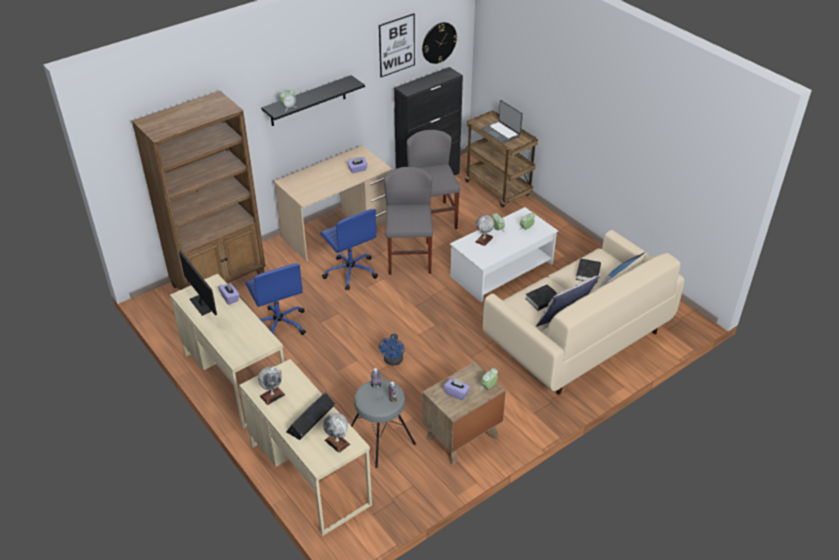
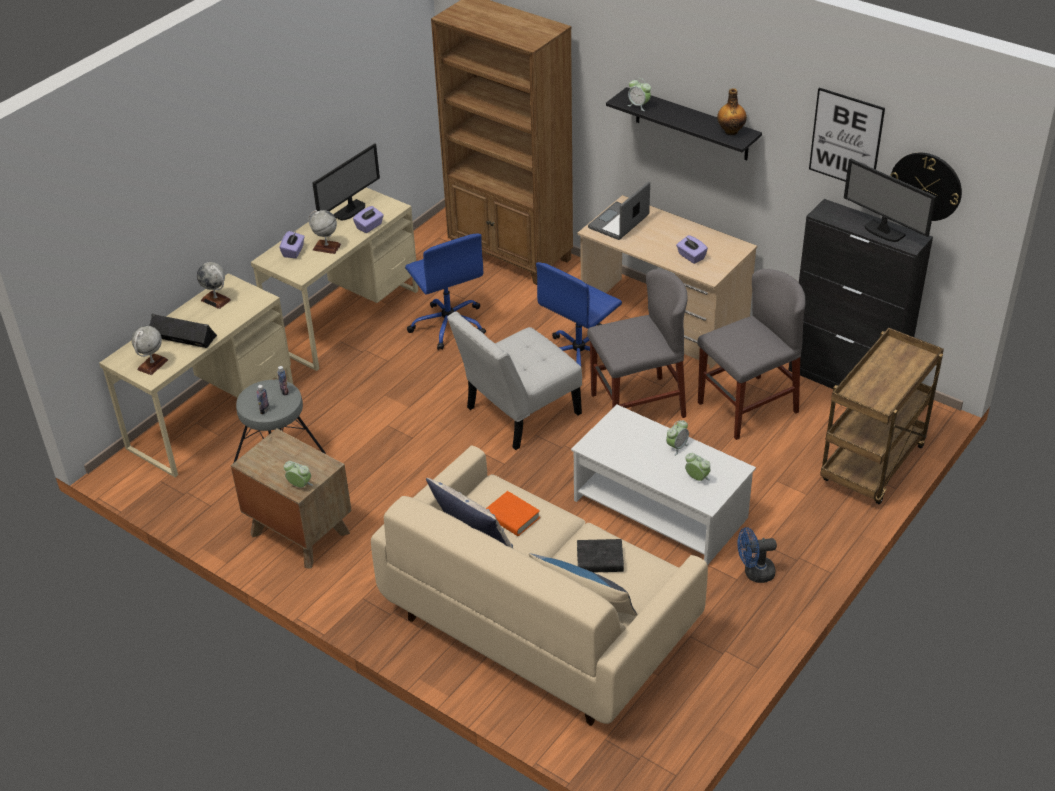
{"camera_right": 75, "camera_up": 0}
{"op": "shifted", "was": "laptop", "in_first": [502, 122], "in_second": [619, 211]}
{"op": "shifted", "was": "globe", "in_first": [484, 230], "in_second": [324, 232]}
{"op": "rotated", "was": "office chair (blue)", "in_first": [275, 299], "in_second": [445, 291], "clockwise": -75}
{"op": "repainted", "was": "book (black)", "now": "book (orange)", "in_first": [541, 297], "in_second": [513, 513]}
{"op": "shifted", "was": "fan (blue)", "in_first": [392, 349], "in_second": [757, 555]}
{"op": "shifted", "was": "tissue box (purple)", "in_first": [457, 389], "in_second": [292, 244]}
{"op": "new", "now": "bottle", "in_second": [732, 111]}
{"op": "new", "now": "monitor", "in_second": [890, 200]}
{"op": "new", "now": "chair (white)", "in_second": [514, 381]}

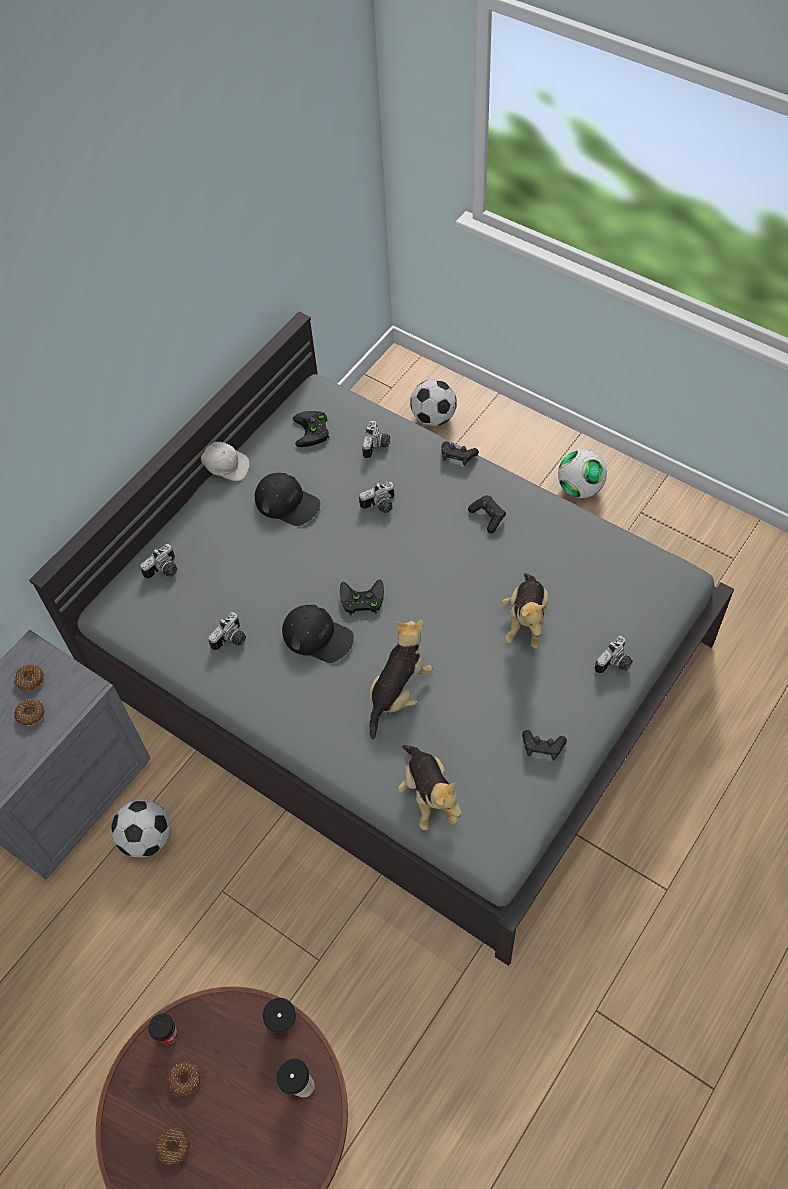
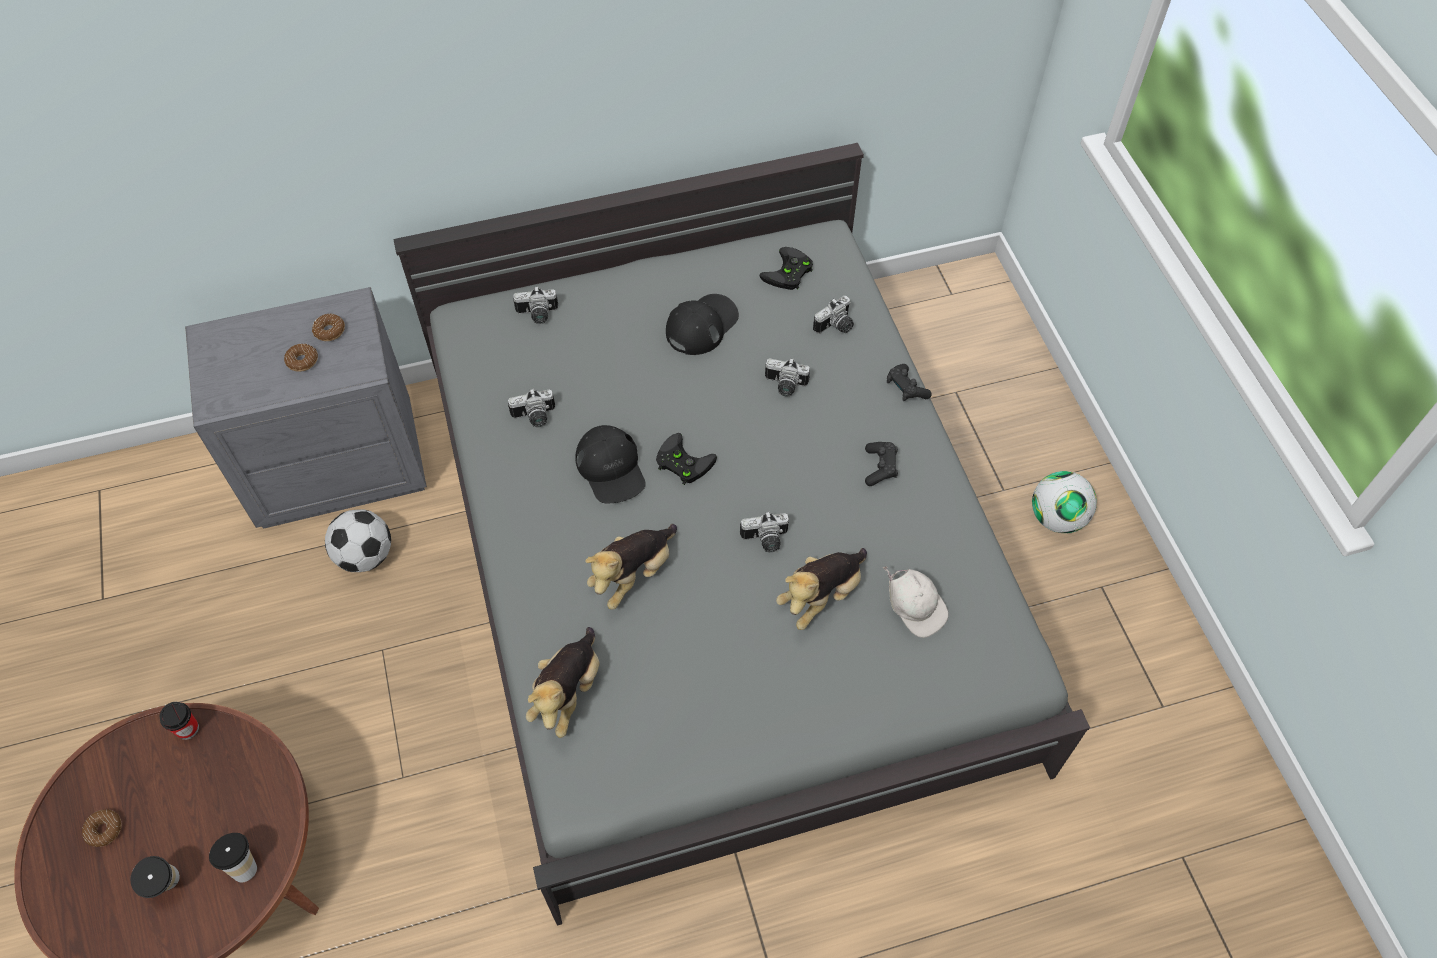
{"camera_right": 35, "camera_up": 0}
{"op": "gone", "was": "football", "in_first": [433, 402]}
{"op": "shifted", "was": "cap (white)", "in_first": [225, 461], "in_second": [915, 602]}
{"op": "rotated", "was": "cap (black)", "in_first": [287, 499], "in_second": [702, 324], "clockwise": -120}
{"op": "rotated", "was": "plush toy", "in_first": [400, 679], "in_second": [631, 566], "clockwise": 150}
{"op": "shifted", "was": "photo camera", "in_first": [614, 655], "in_second": [764, 531]}
{"op": "gone", "was": "game controller (black)", "in_first": [544, 745]}
{"op": "shifted", "was": "cup", "in_first": [279, 1015], "in_second": [155, 877]}
{"op": "gone", "was": "donut", "in_first": [184, 1078]}

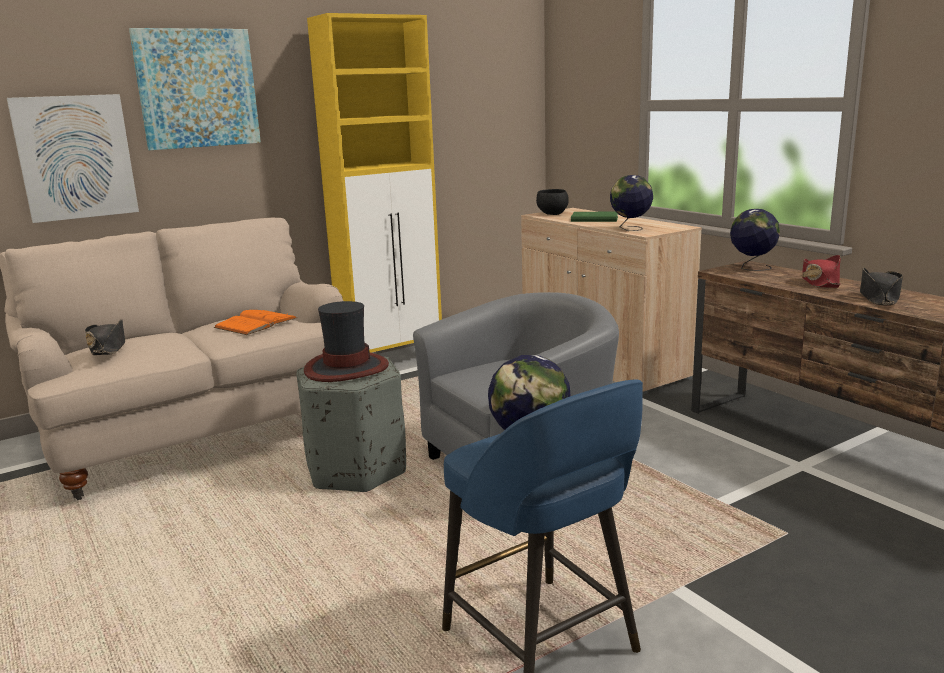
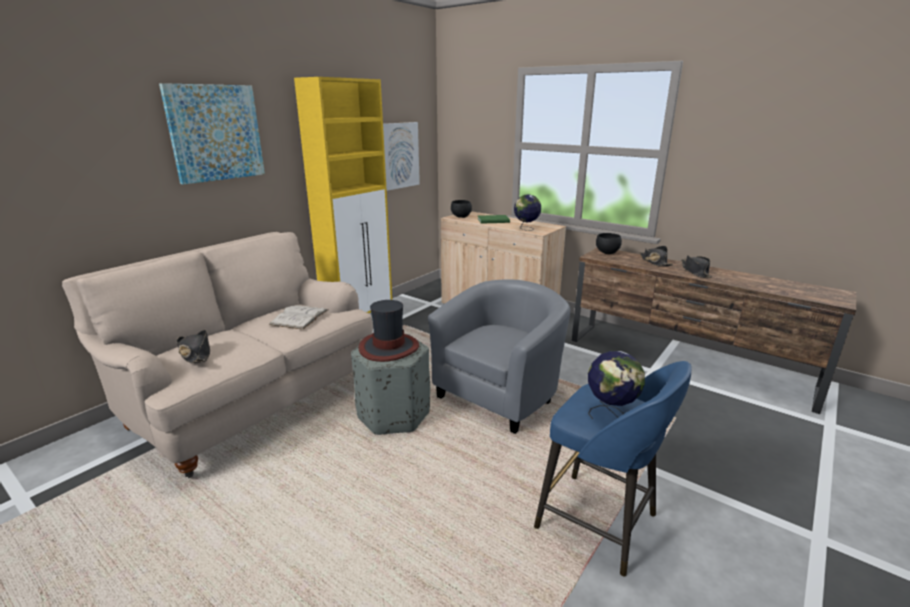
{"camera_right": -20, "camera_up": 5}
{"op": "shifted", "was": "picture", "in_first": [73, 158], "in_second": [401, 156]}
{"op": "swapped", "was": "globe", "now": "bowl (black)", "in_first": [755, 240], "in_second": [609, 243]}
{"op": "repainted", "was": "hat (red)", "now": "hat (black)", "in_first": [821, 271], "in_second": [656, 256]}
{"op": "repainted", "was": "book (orange)", "now": "book (white)", "in_first": [255, 322], "in_second": [298, 317]}

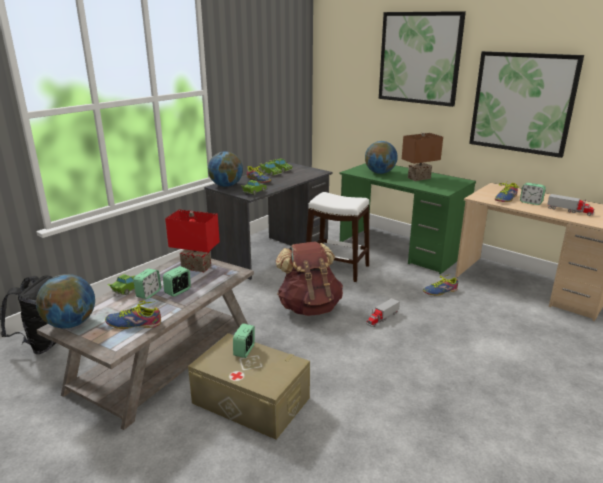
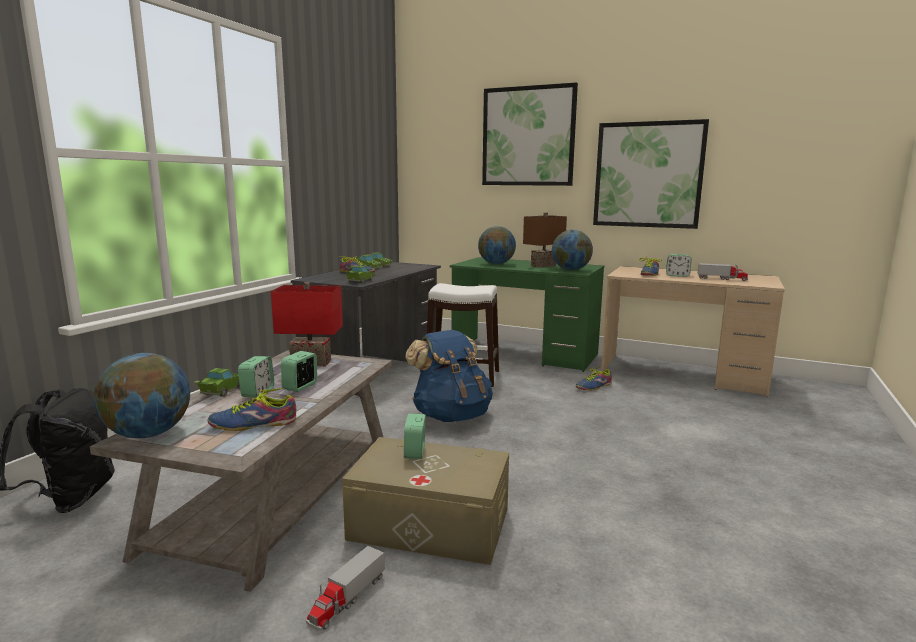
{"camera_right": -15, "camera_up": -10}
{"op": "shifted", "was": "globe", "in_first": [225, 169], "in_second": [572, 250]}
{"op": "repainted", "was": "backpack (brown)", "now": "backpack (blue)", "in_first": [309, 278], "in_second": [449, 376]}
{"op": "shifted", "was": "toy truck", "in_first": [383, 312], "in_second": [345, 588]}

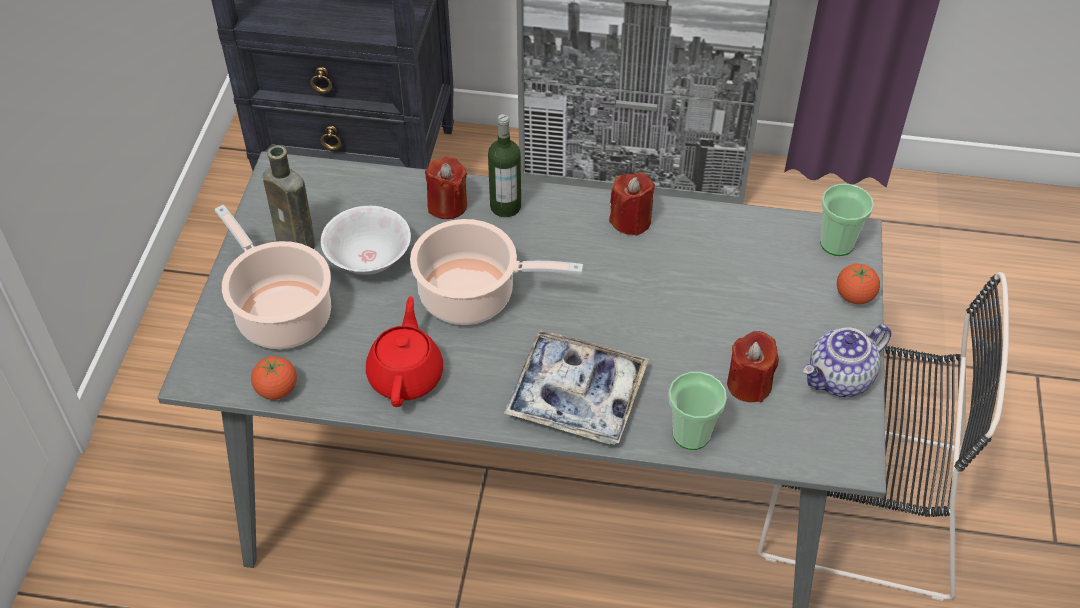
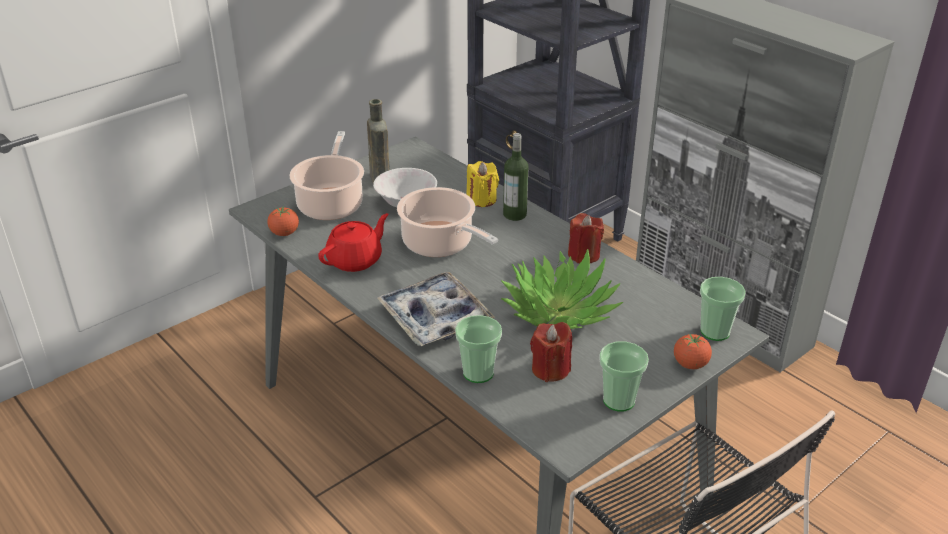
{"camera_right": 40, "camera_up": -15}
{"op": "repainted", "was": "candle (red)", "now": "candle (yellow)", "in_first": [446, 187], "in_second": [482, 184]}
{"op": "swapped", "was": "teapot", "now": "cup", "in_first": [846, 360], "in_second": [624, 376]}
{"op": "new", "now": "potted plant", "in_second": [562, 289]}

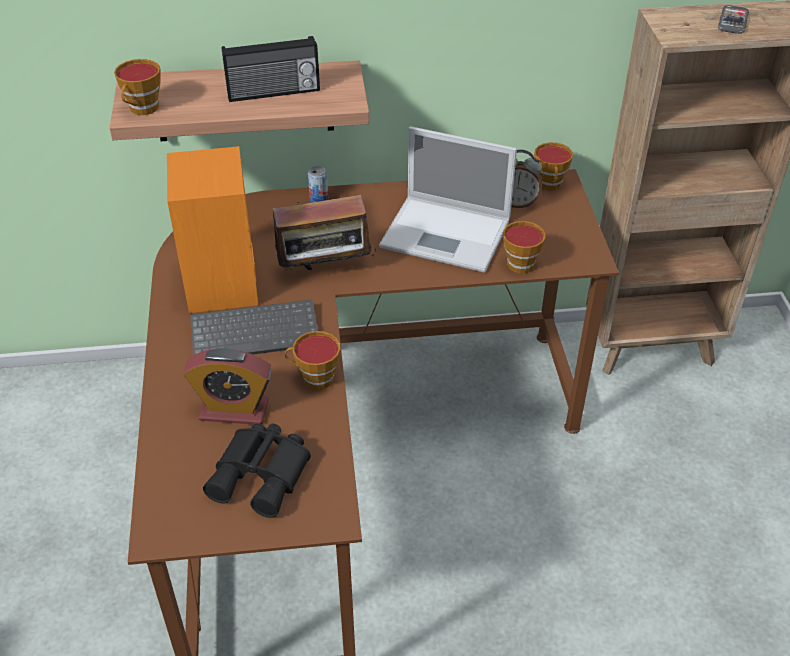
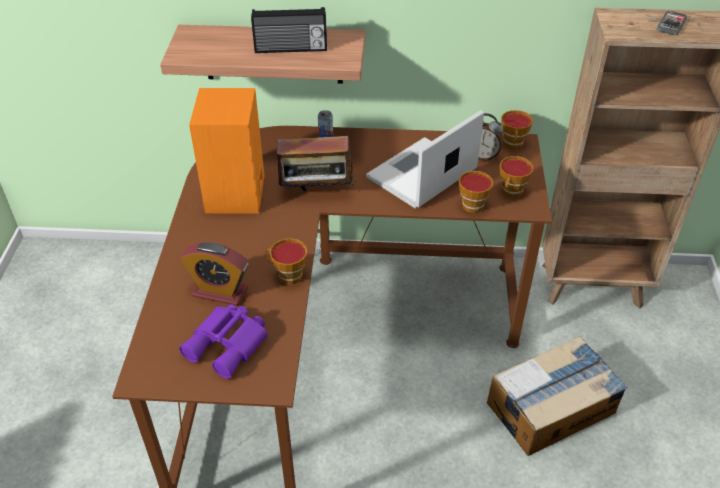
{"camera_right": 10, "camera_up": 0}
{"op": "shifted", "was": "cup", "in_first": [137, 87], "in_second": [517, 177]}
{"op": "rotated", "was": "laptop", "in_first": [448, 199], "in_second": [425, 159], "clockwise": 105}
{"op": "gone", "was": "keyboard", "in_first": [254, 327]}
{"op": "repainted", "was": "binoculars (black)", "now": "binoculars (purple)", "in_first": [257, 471], "in_second": [223, 341]}
{"op": "new", "now": "cardboard box", "in_second": [557, 396]}

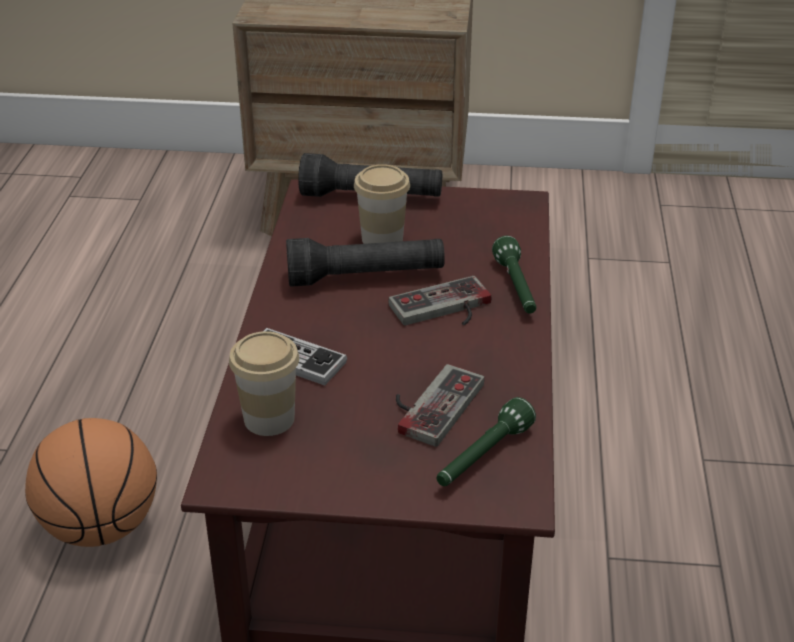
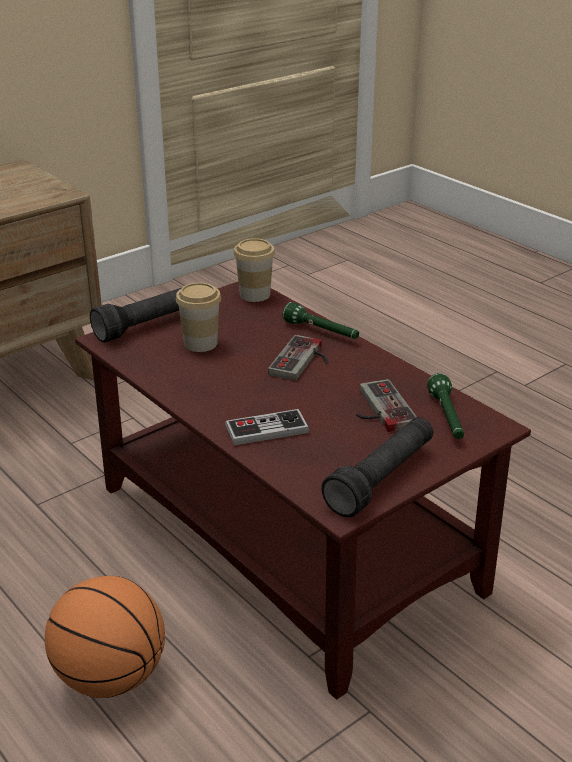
{"camera_right": -45, "camera_up": -5}
{"op": "shifted", "was": "flashlight (black)", "in_first": [365, 262], "in_second": [377, 467]}
{"op": "shifted", "was": "cup", "in_first": [264, 383], "in_second": [254, 270]}

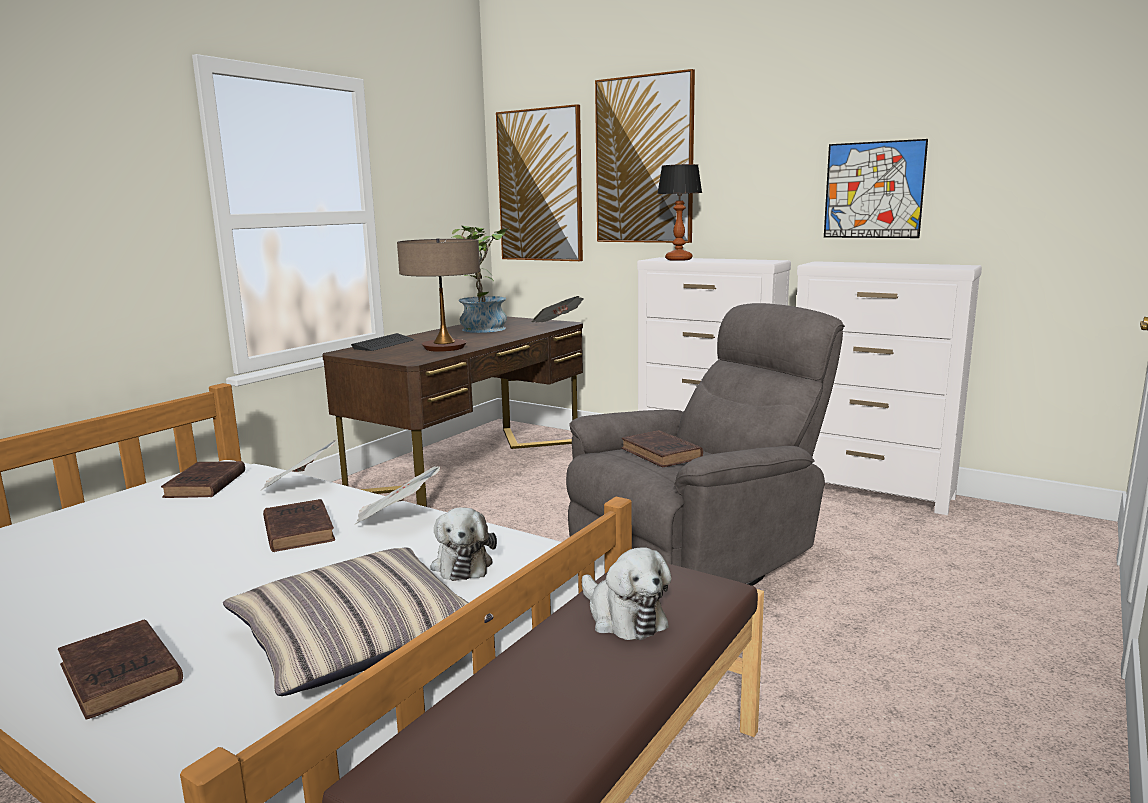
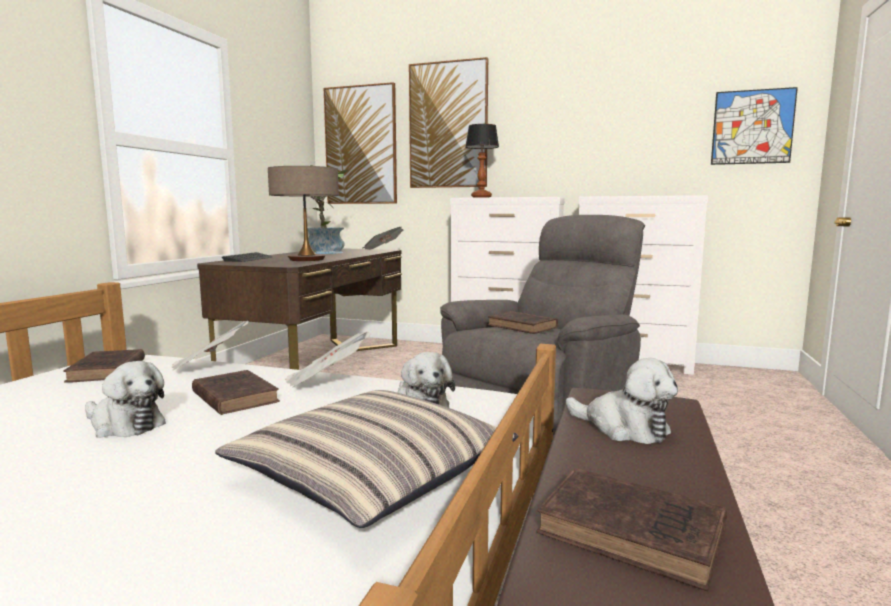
{"camera_right": -15, "camera_up": -5}
{"op": "shifted", "was": "picture", "in_first": [876, 188], "in_second": [754, 126]}
{"op": "shifted", "was": "book (brown)", "in_first": [120, 670], "in_second": [631, 530]}
{"op": "new", "now": "plush toy", "in_second": [125, 399]}

